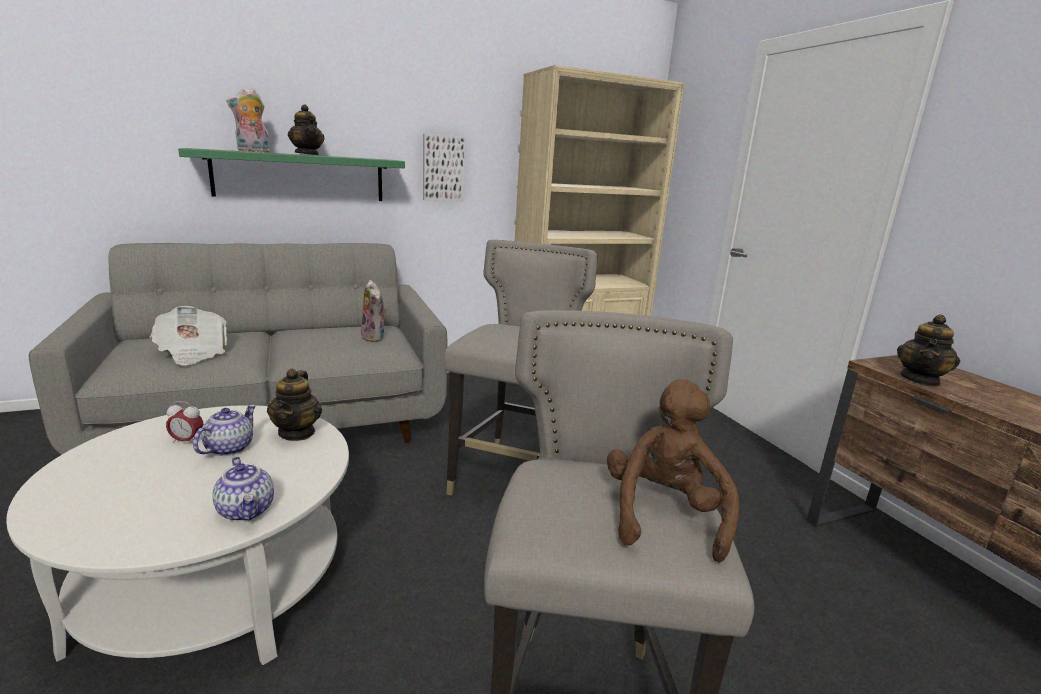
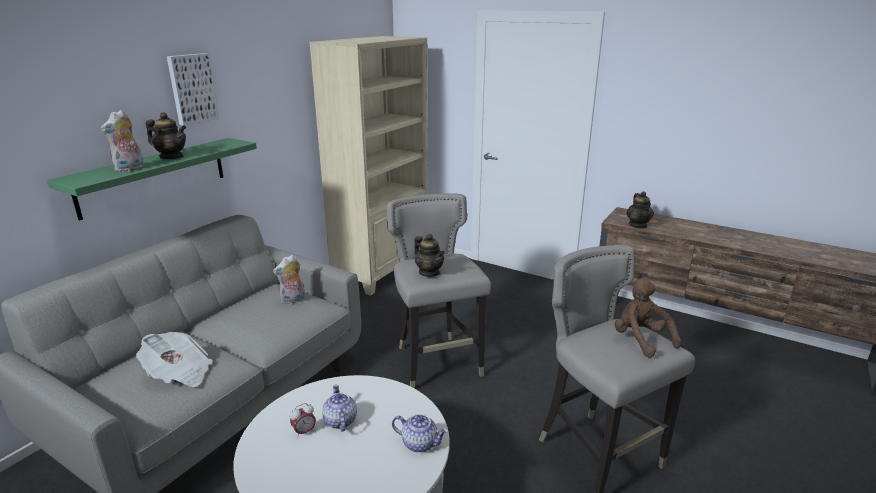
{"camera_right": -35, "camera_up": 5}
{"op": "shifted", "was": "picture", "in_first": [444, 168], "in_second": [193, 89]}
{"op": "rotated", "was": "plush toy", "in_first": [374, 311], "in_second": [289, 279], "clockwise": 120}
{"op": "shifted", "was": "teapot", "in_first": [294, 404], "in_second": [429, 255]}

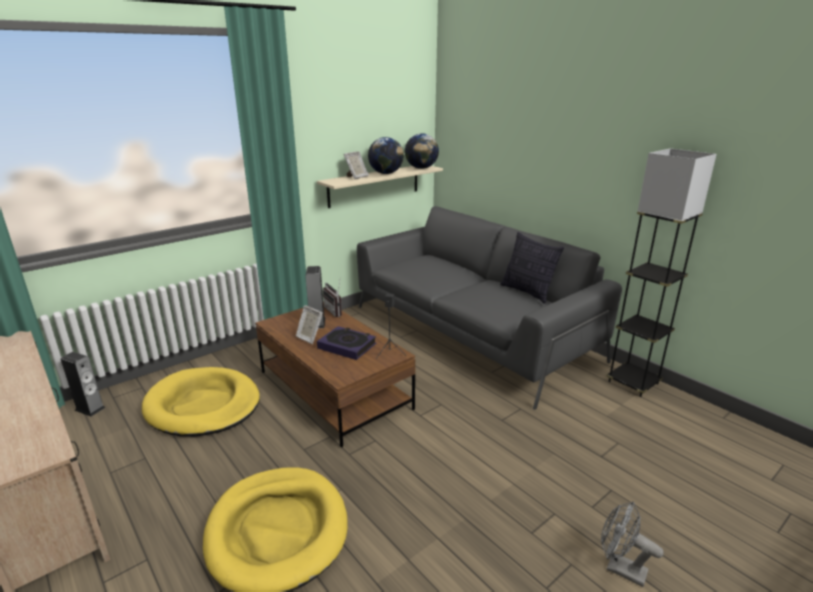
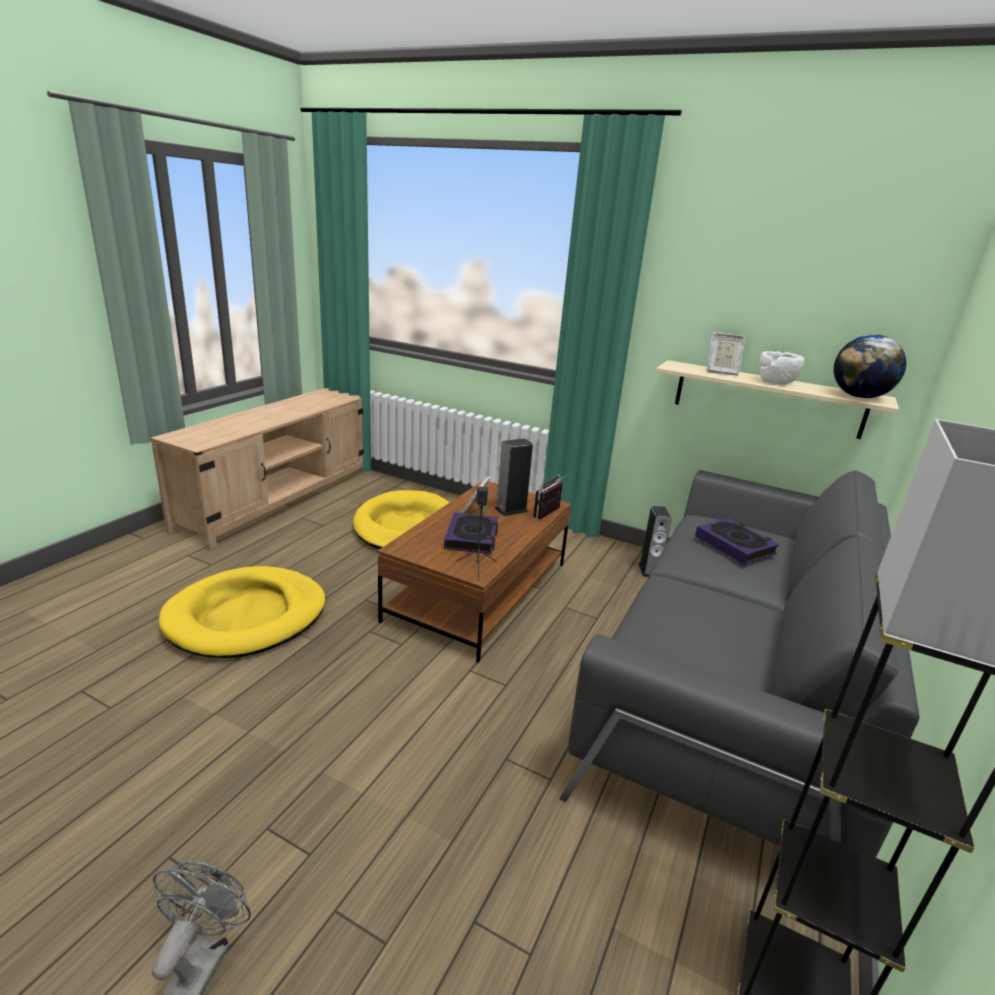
{"camera_right": 65, "camera_up": 0}
{"op": "swapped", "was": "globe", "now": "bowl (white)", "in_first": [386, 155], "in_second": [781, 368]}
{"op": "gone", "was": "pillow", "in_first": [532, 268]}
{"op": "shifted", "was": "speaker", "in_first": [83, 384], "in_second": [655, 541]}
{"op": "new", "now": "book", "in_second": [737, 541]}

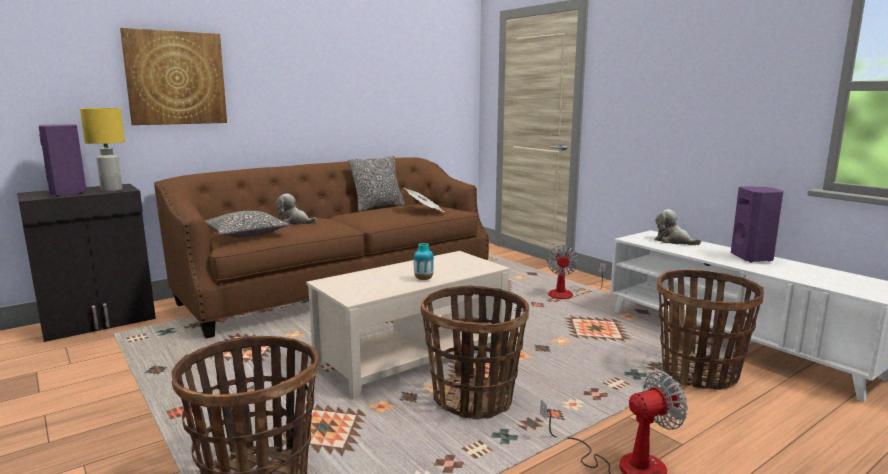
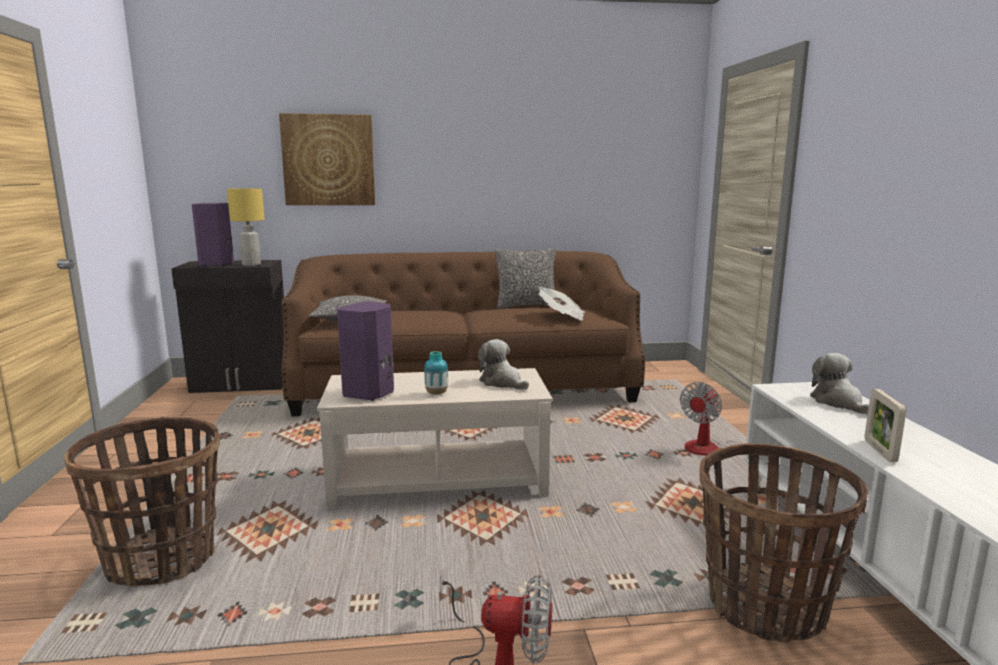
{"camera_right": 30, "camera_up": 0}
{"op": "shifted", "was": "speaker (purple)", "in_first": [757, 224], "in_second": [365, 351]}
{"op": "shifted", "was": "plush toy", "in_first": [296, 209], "in_second": [503, 364]}
{"op": "gone", "was": "basket", "in_first": [475, 352]}
{"op": "new", "now": "picture frame", "in_second": [885, 425]}

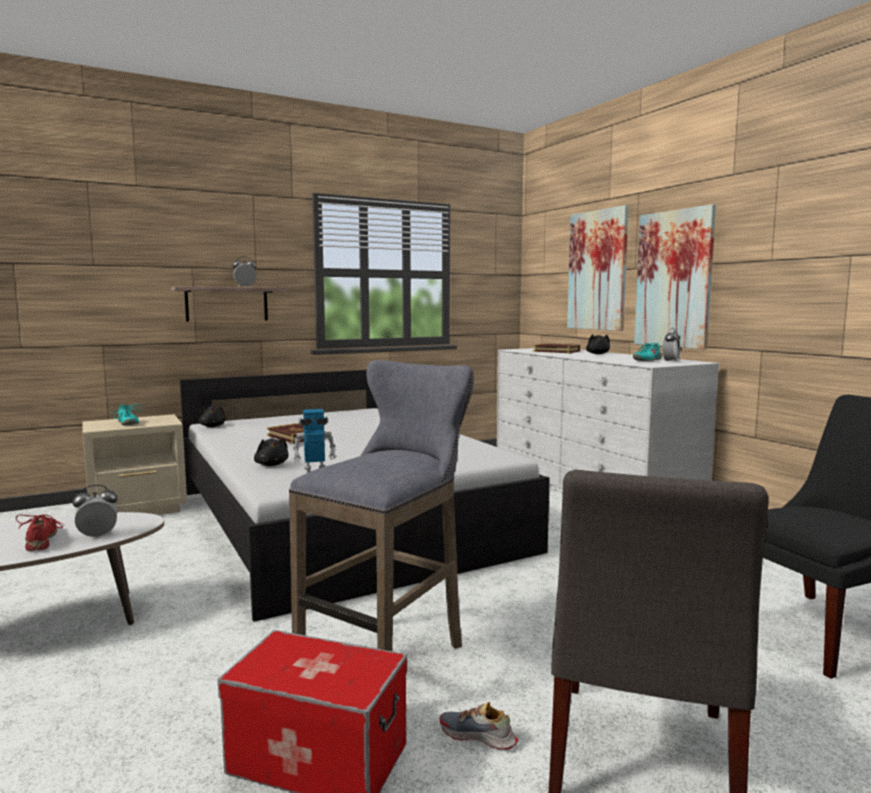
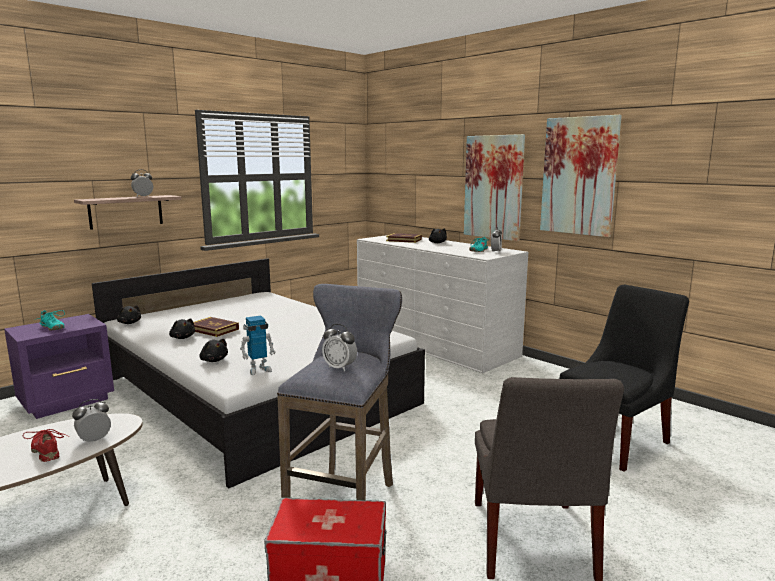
{"camera_right": -15, "camera_up": 5}
{"op": "shifted", "was": "picture", "in_first": [598, 268], "in_second": [581, 176]}
{"op": "repainted", "was": "nightstand (beige)", "now": "nightstand (purple)", "in_first": [135, 464], "in_second": [59, 366]}
{"op": "gone", "was": "shoe", "in_first": [479, 726]}
{"op": "new", "now": "plush toy (black)", "in_second": [182, 328]}
{"op": "new", "now": "alarm clock", "in_second": [339, 348]}

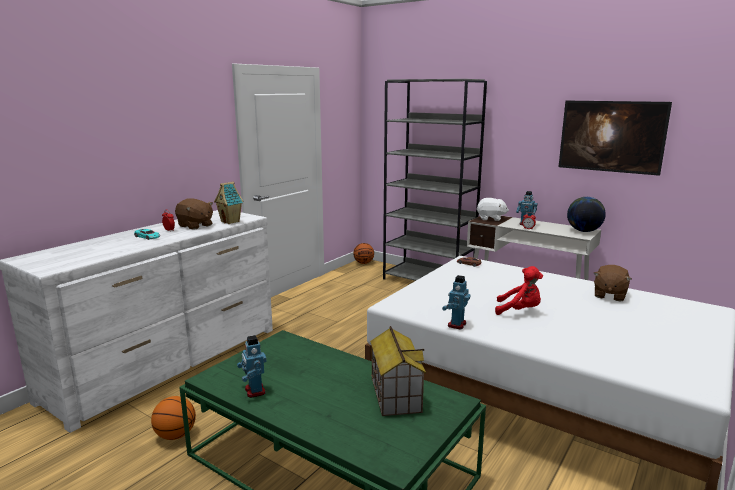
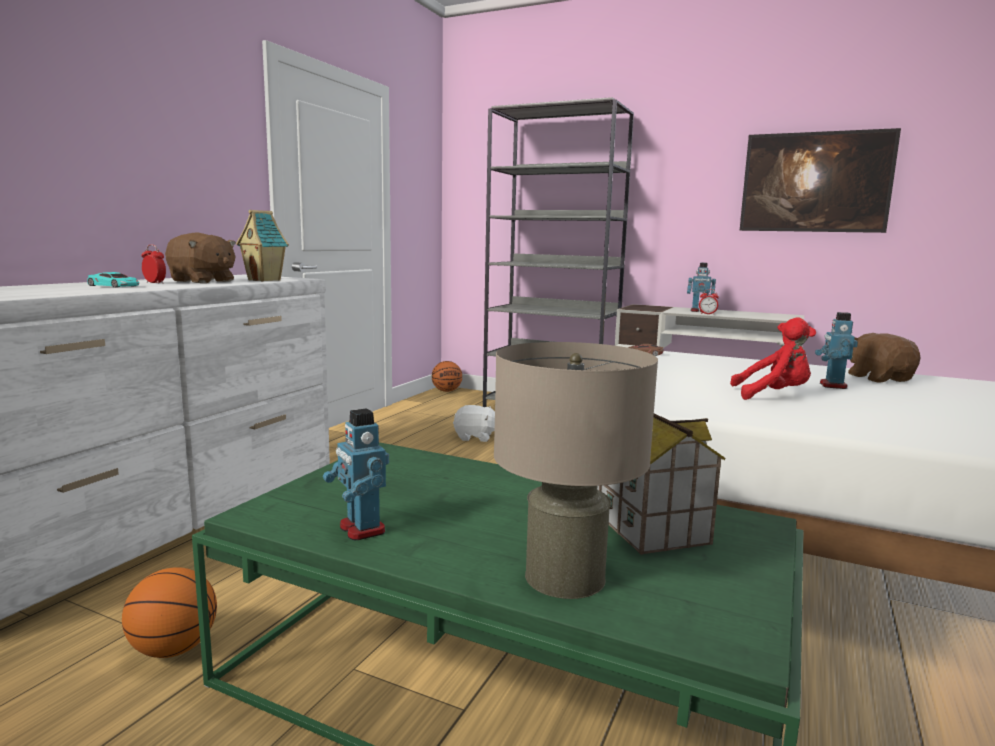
{"camera_right": -10, "camera_up": -5}
{"op": "gone", "was": "globe", "in_first": [586, 214]}
{"op": "shifted", "was": "plush toy (white)", "in_first": [492, 209], "in_second": [474, 423]}
{"op": "rotated", "was": "plush toy (brown)", "in_first": [612, 283], "in_second": [884, 357], "clockwise": 150}
{"op": "shifted", "was": "toy robot", "in_first": [456, 302], "in_second": [836, 350]}
{"op": "new", "now": "table lamp (beige)", "in_second": [576, 470]}

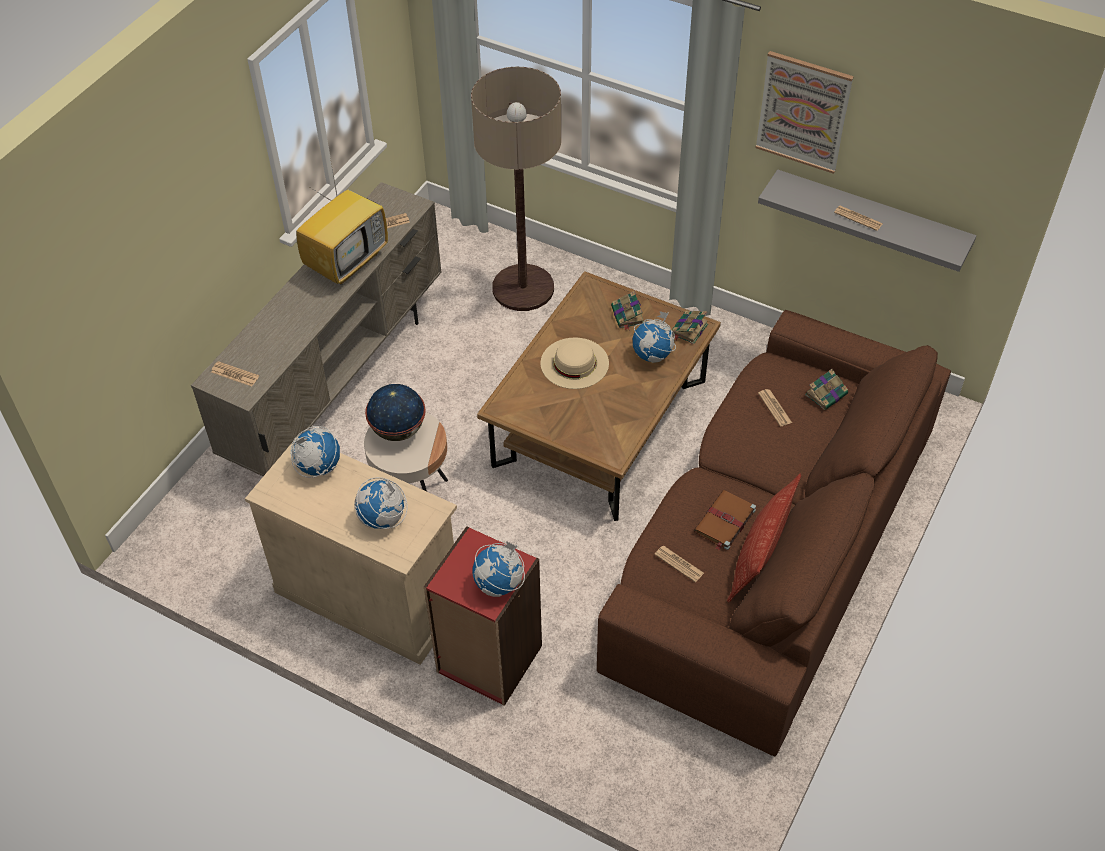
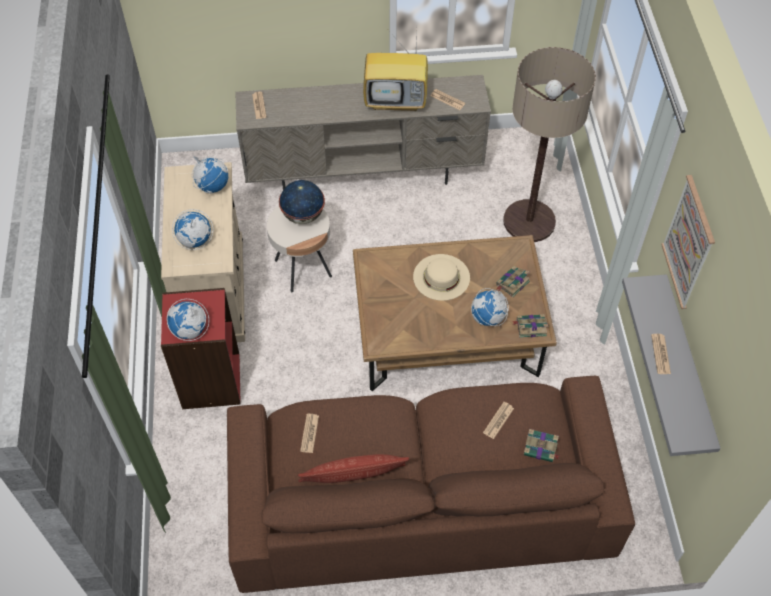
{"camera_right": 55, "camera_up": 5}
{"op": "gone", "was": "book (brown)", "in_first": [725, 520]}

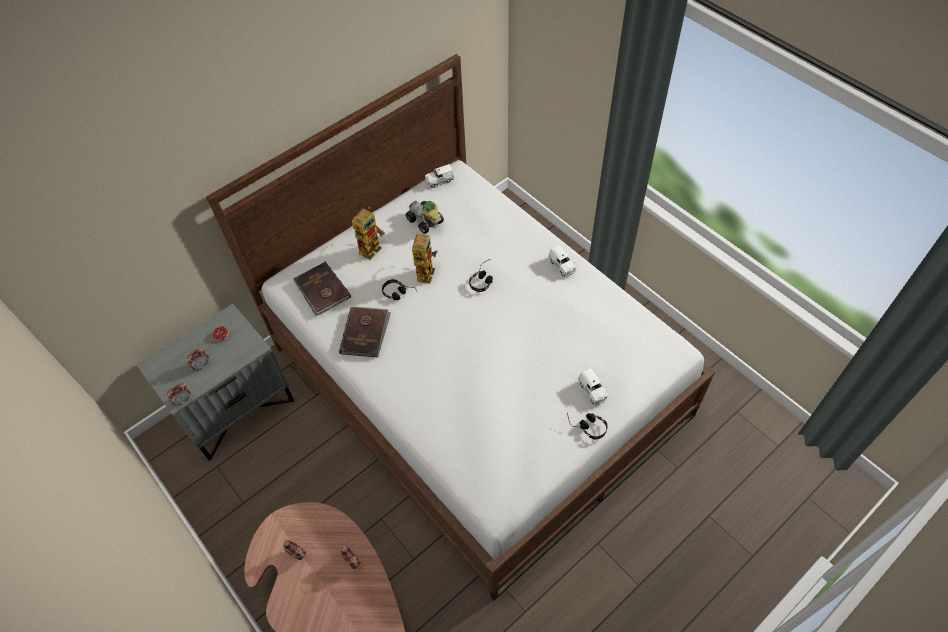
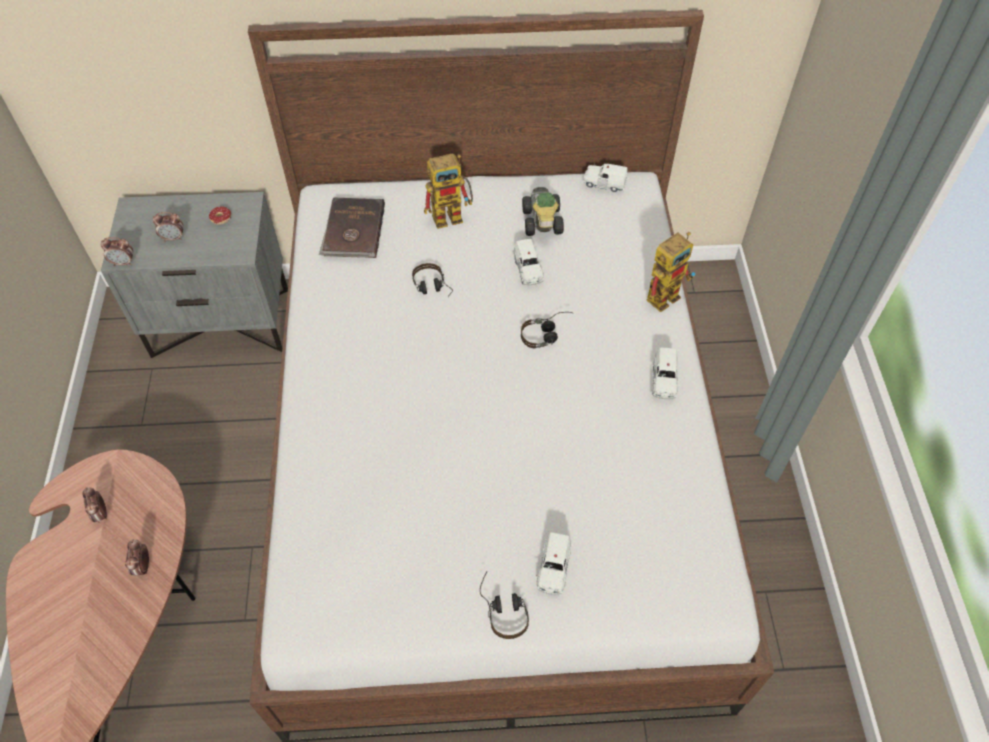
{"camera_right": 35, "camera_up": 0}
{"op": "shifted", "was": "toy robot", "in_first": [425, 257], "in_second": [671, 272]}
{"op": "gone", "was": "book (brown)", "in_first": [365, 332]}
{"op": "new", "now": "toy car (white)", "in_second": [528, 262]}

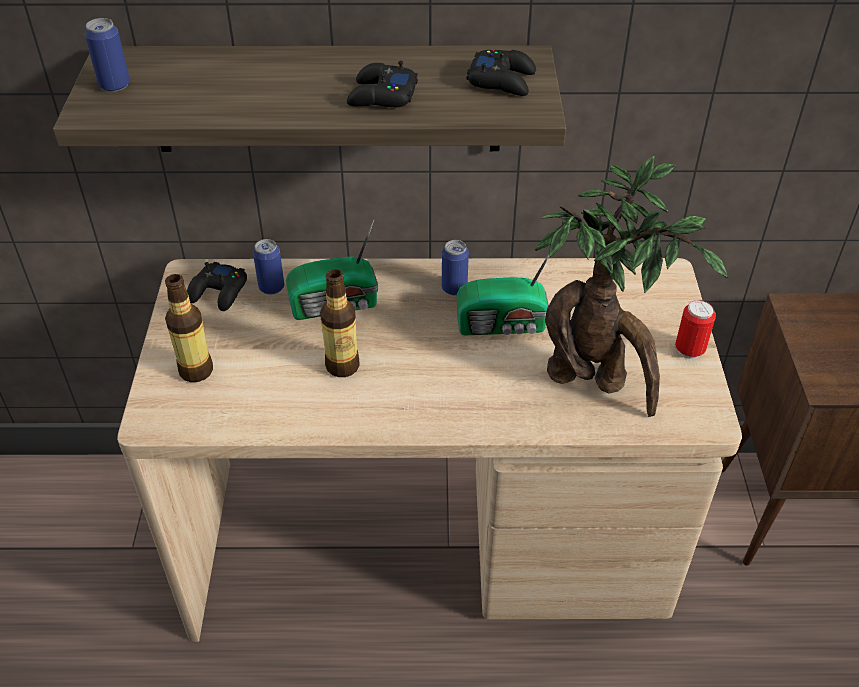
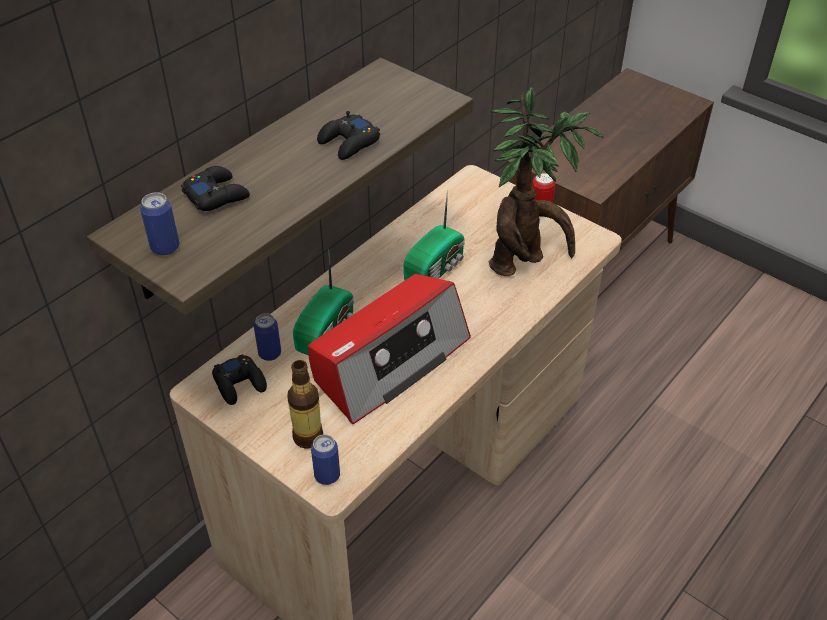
{"camera_right": -50, "camera_up": 0}
{"op": "shifted", "was": "game controller (black)", "in_first": [501, 72], "in_second": [215, 188]}
{"op": "shifted", "was": "can", "in_first": [455, 267], "in_second": [325, 459]}
{"op": "swapped", "was": "bottle", "now": "radio", "in_first": [340, 323], "in_second": [389, 349]}

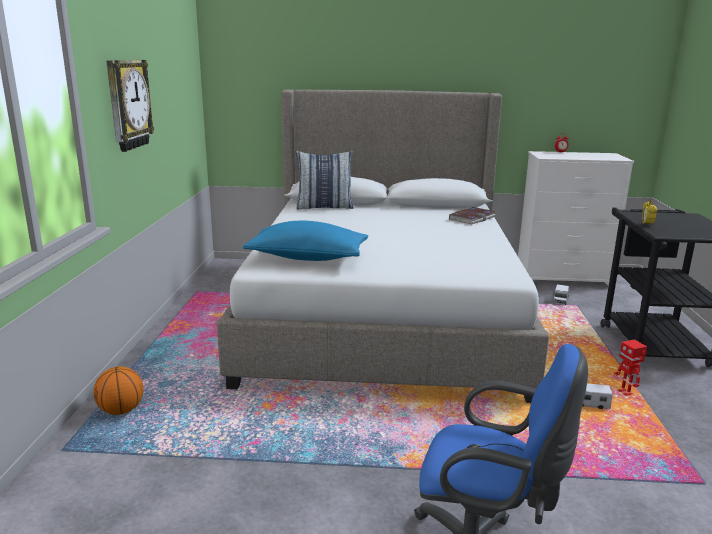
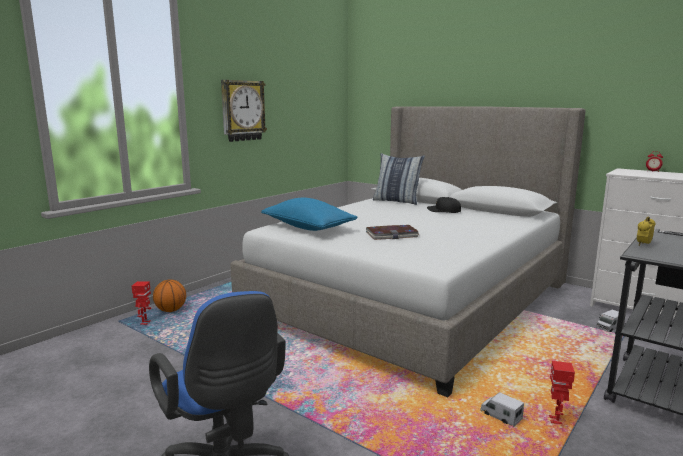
{"camera_right": 35, "camera_up": -5}
{"op": "shifted", "was": "book", "in_first": [472, 215], "in_second": [392, 232]}
{"op": "new", "now": "cap (black)", "in_second": [444, 205]}
{"op": "new", "now": "toy robot", "in_second": [141, 303]}

